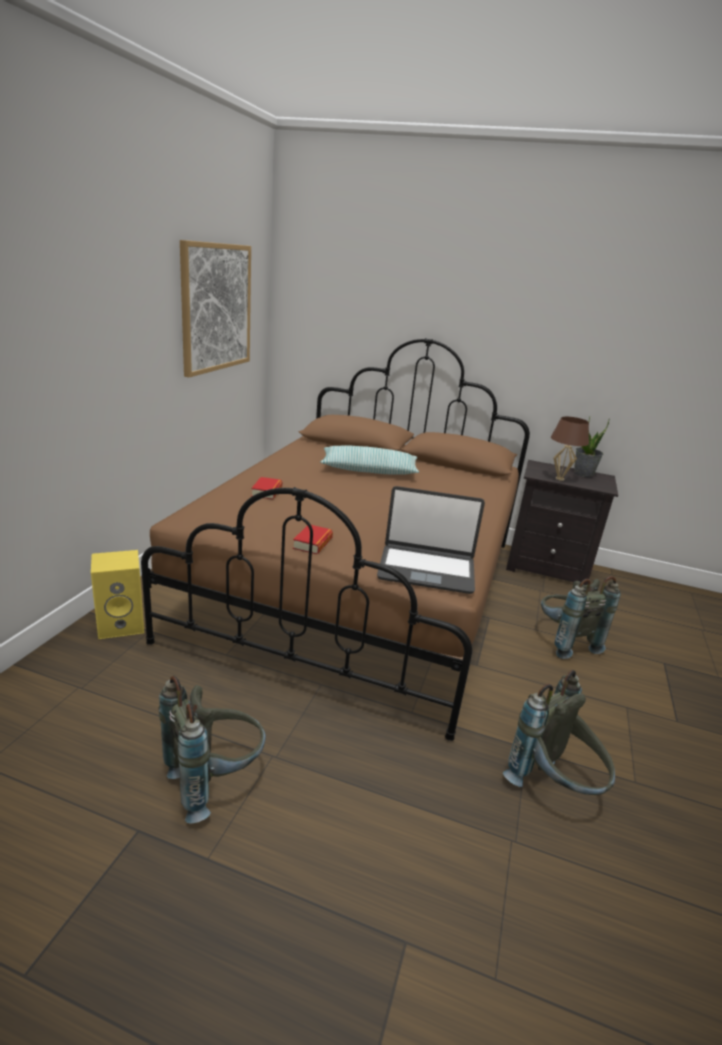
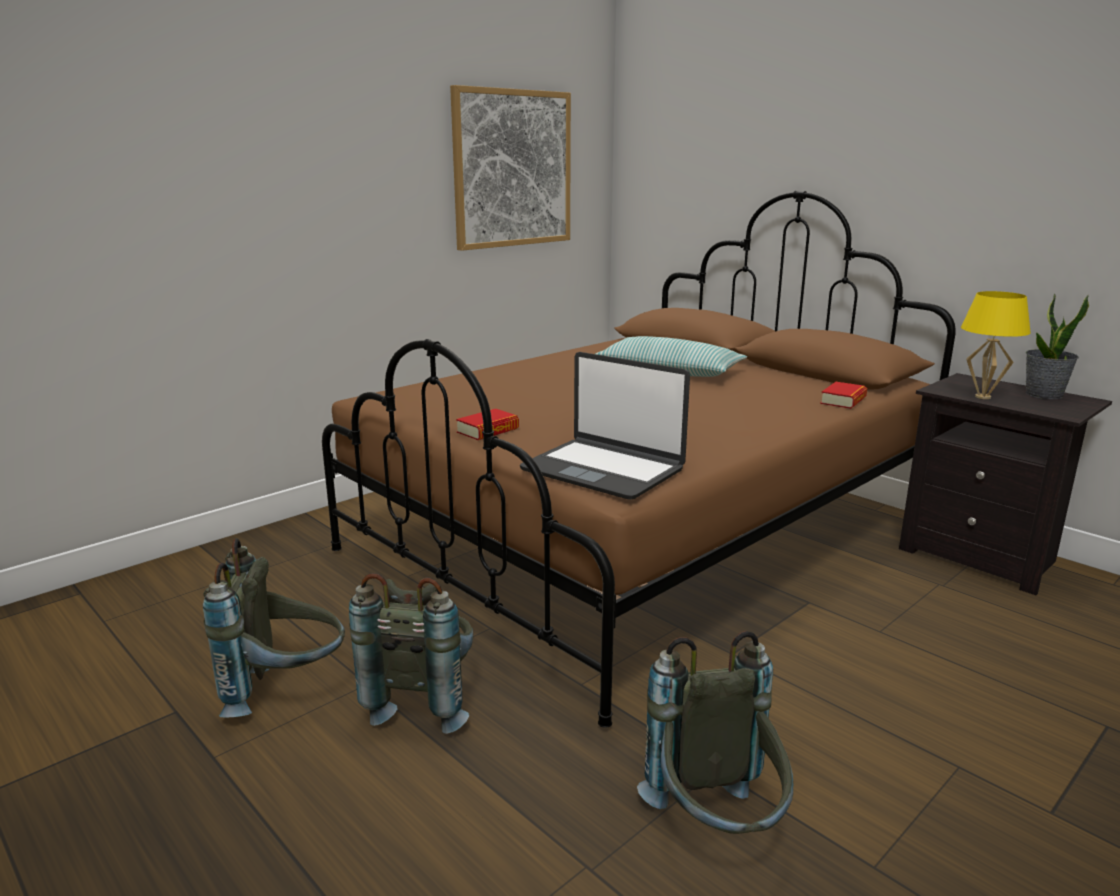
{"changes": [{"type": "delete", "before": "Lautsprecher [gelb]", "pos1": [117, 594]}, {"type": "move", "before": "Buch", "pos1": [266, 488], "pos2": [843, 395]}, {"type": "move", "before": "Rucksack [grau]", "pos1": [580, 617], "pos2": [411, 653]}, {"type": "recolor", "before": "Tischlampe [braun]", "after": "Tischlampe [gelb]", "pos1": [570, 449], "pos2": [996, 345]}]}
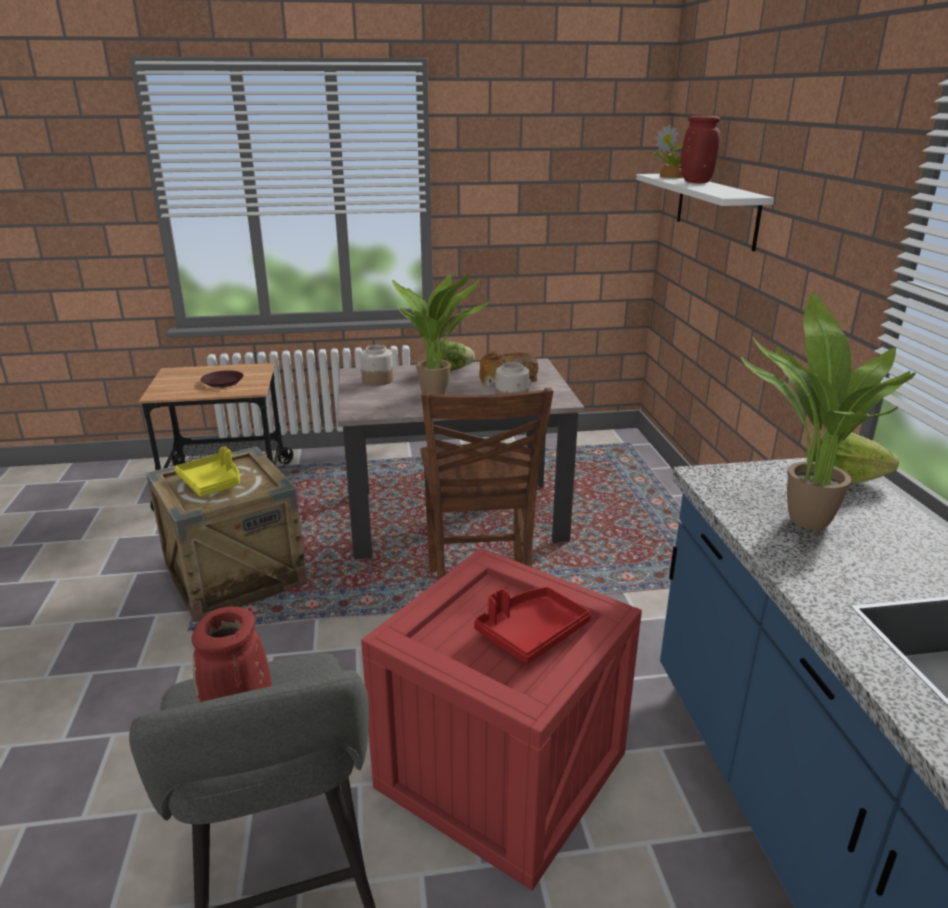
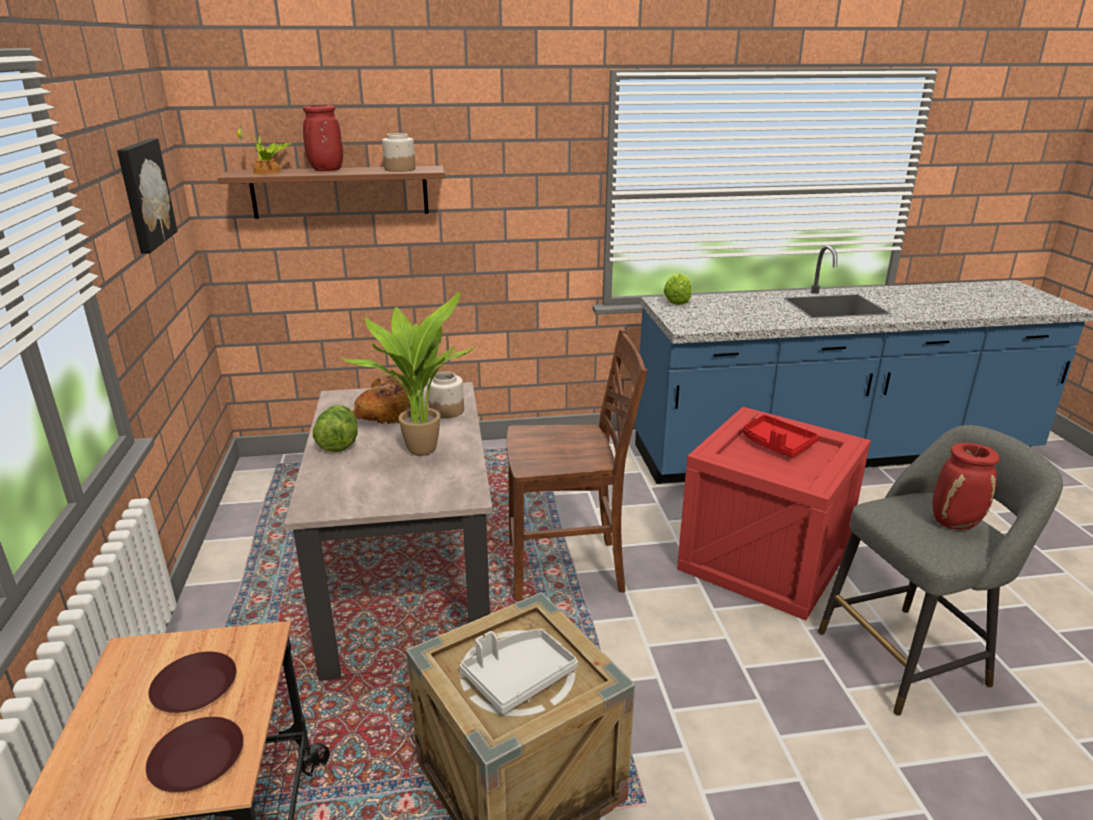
{"changes": [{"type": "delete", "before": "Topfpflanze", "pos1": [828, 411]}, {"type": "insert", "after": "Bild", "pos2": [147, 196]}, {"type": "insert", "after": "Teller [braun]", "pos2": [194, 754]}, {"type": "move", "before": "Vorratsglas", "pos1": [376, 365], "pos2": [399, 152]}, {"type": "recolor", "before": "Tablett [gelb]", "after": "Tablett [grau]", "pos1": [207, 471], "pos2": [519, 671]}, {"type": "recolor", "before": "Wandregal [weiß]", "after": "Wandregal [braun]", "pos1": [705, 213], "pos2": [331, 192]}]}
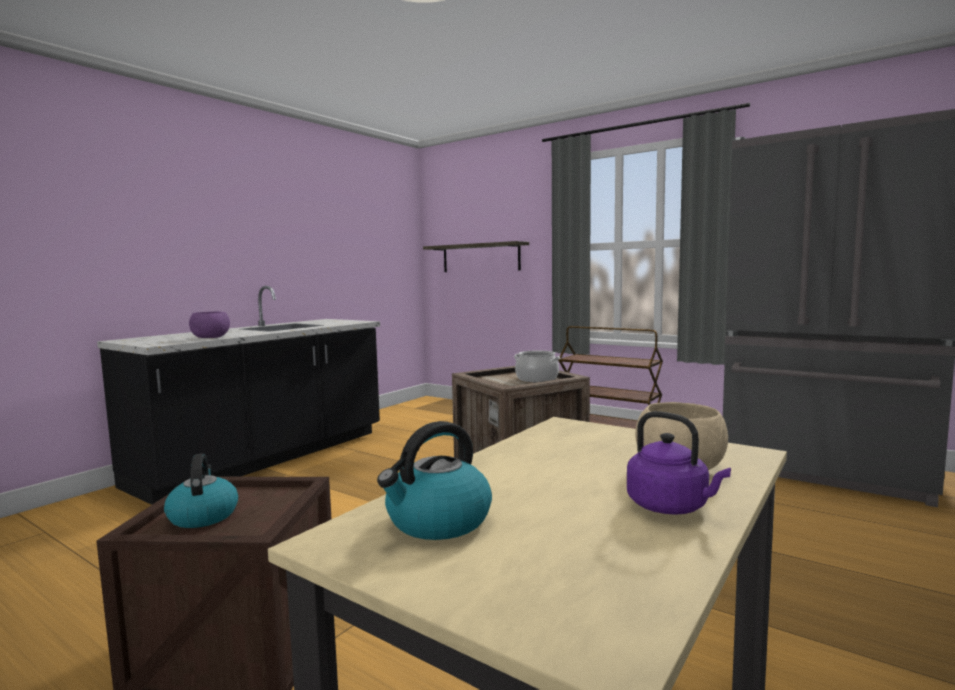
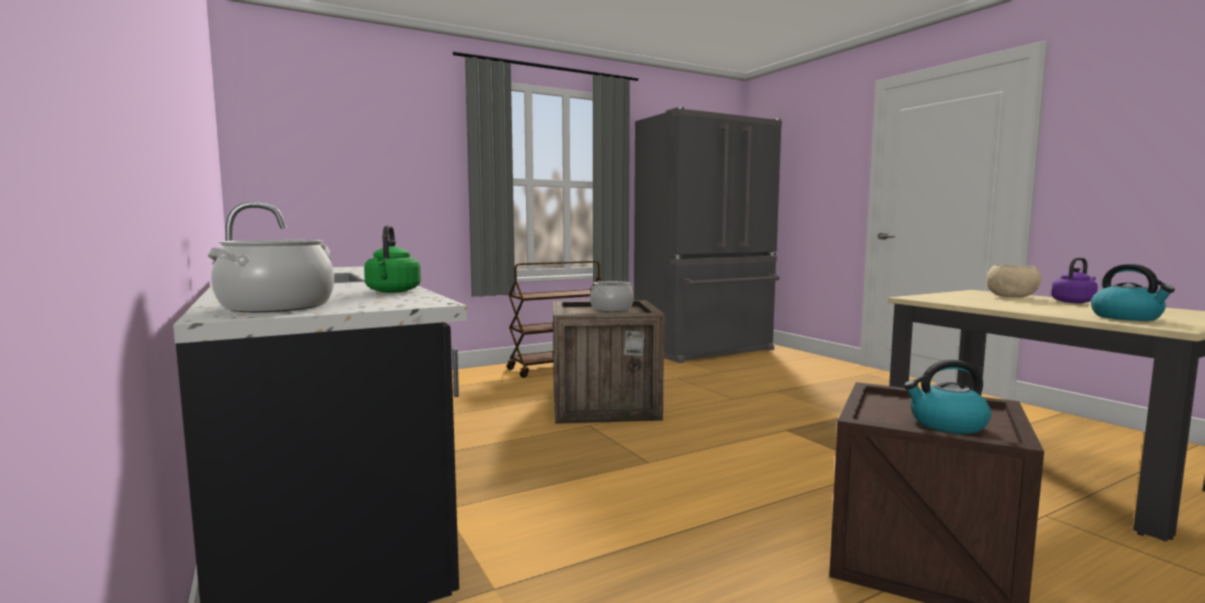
{"changes": [{"type": "delete", "before": "Wandregal", "pos1": [476, 256]}, {"type": "insert", "after": "Kochtopf", "pos2": [270, 276]}, {"type": "replace", "before": "Schüssel [lila]", "after": "Wasserkessel [grün]", "pos1": [209, 325], "pos2": [392, 259]}]}
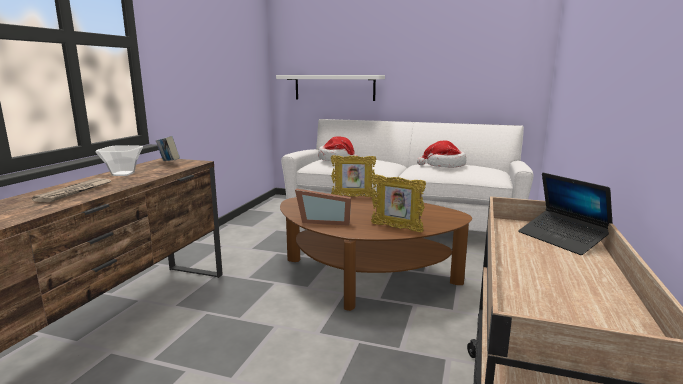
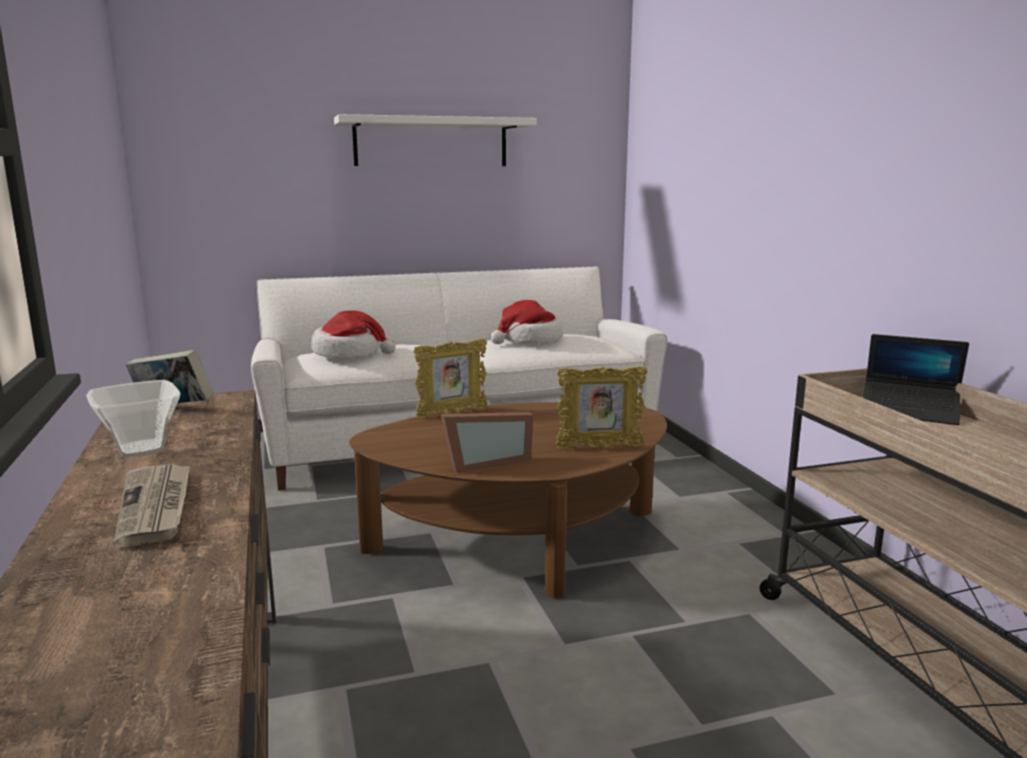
{"changes": [{"type": "move", "before": "Wandregal [weiß]", "pos1": [330, 88], "pos2": [435, 140]}]}
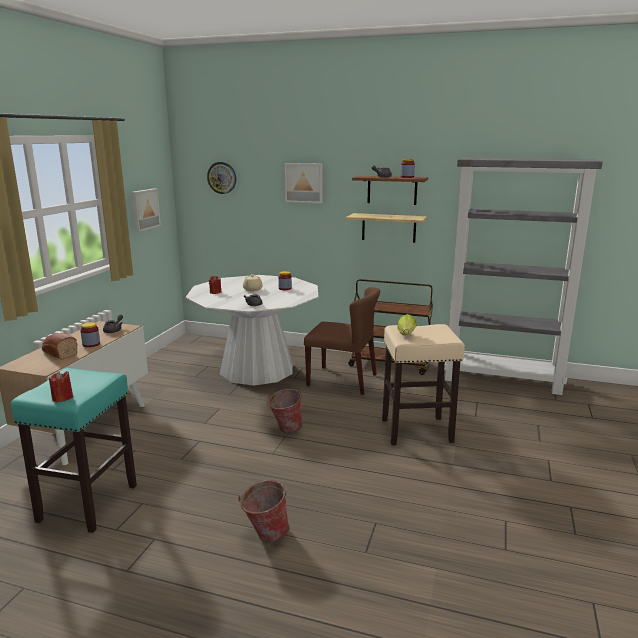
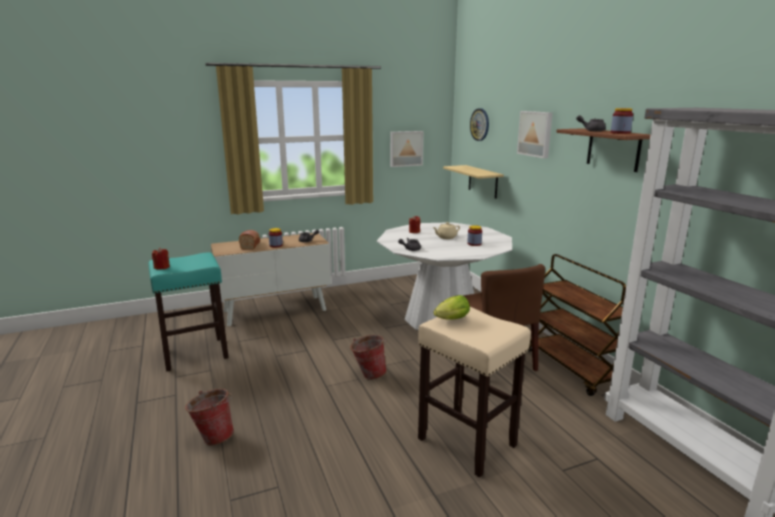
{"changes": [{"type": "move", "before": "Wandregal", "pos1": [386, 228], "pos2": [473, 182]}]}
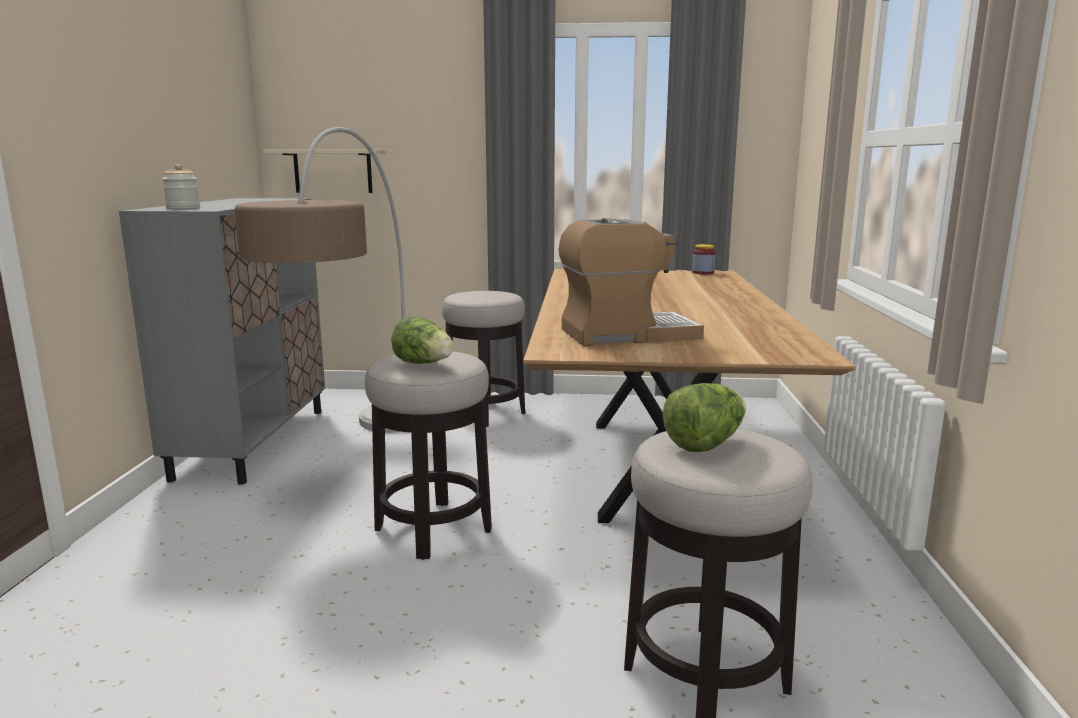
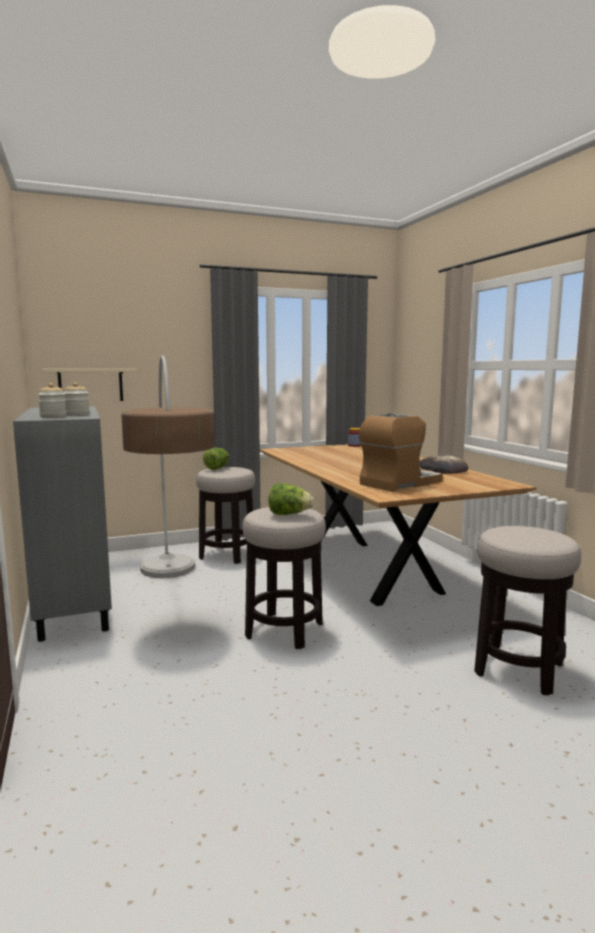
{"changes": [{"type": "insert", "after": "Vorratsglas", "pos2": [77, 398]}, {"type": "insert", "after": "Brot", "pos2": [443, 464]}, {"type": "move", "before": "Salatkopf", "pos1": [704, 417], "pos2": [216, 459]}]}
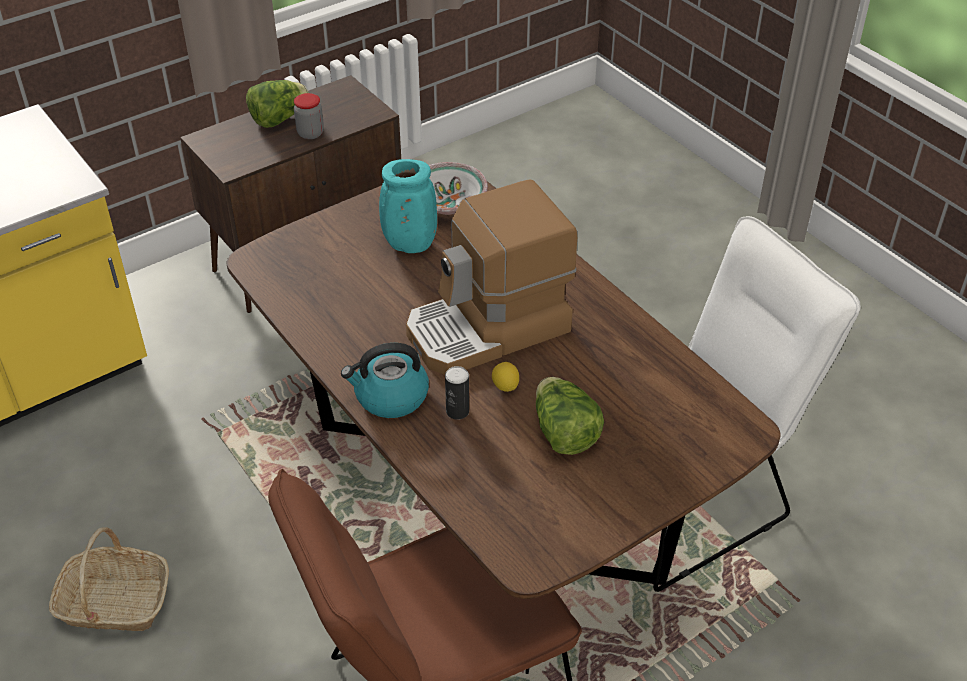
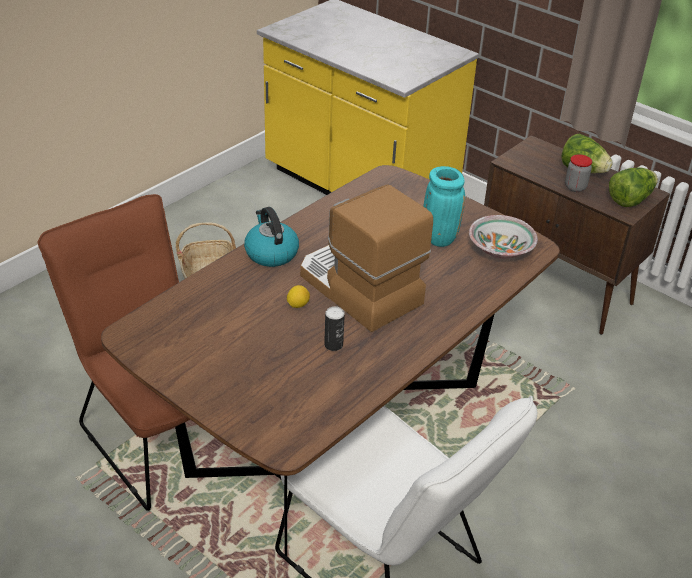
{"changes": [{"type": "move", "before": "Dose", "pos1": [457, 393], "pos2": [334, 328]}, {"type": "move", "before": "Salatkopf", "pos1": [570, 416], "pos2": [633, 187]}]}
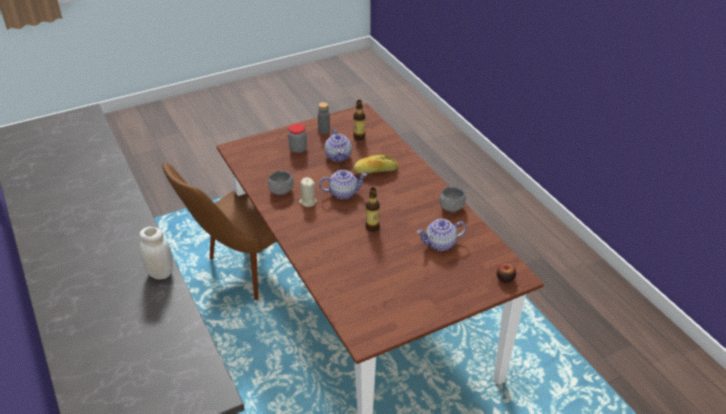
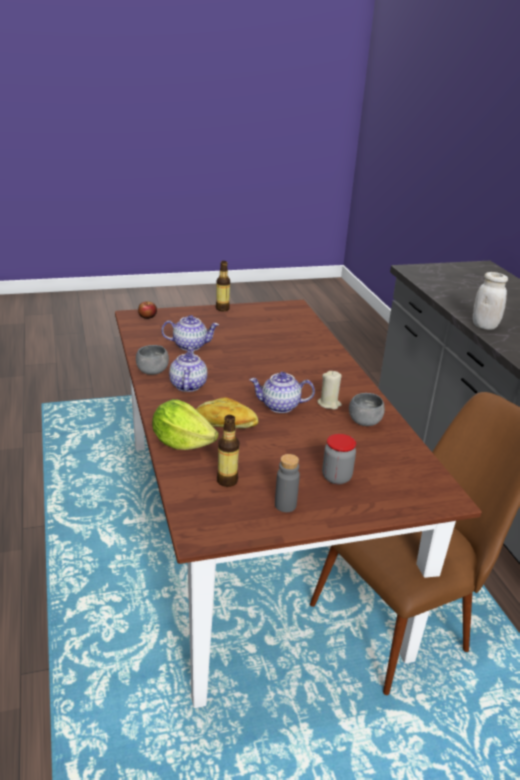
{"changes": [{"type": "insert", "after": "Salatkopf", "pos2": [185, 424]}, {"type": "move", "before": "Teekanne", "pos1": [338, 145], "pos2": [188, 370]}, {"type": "move", "before": "Flasche", "pos1": [373, 209], "pos2": [223, 286]}]}
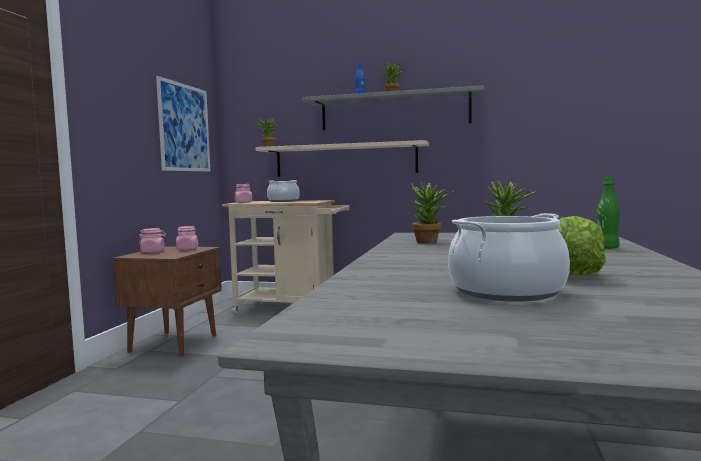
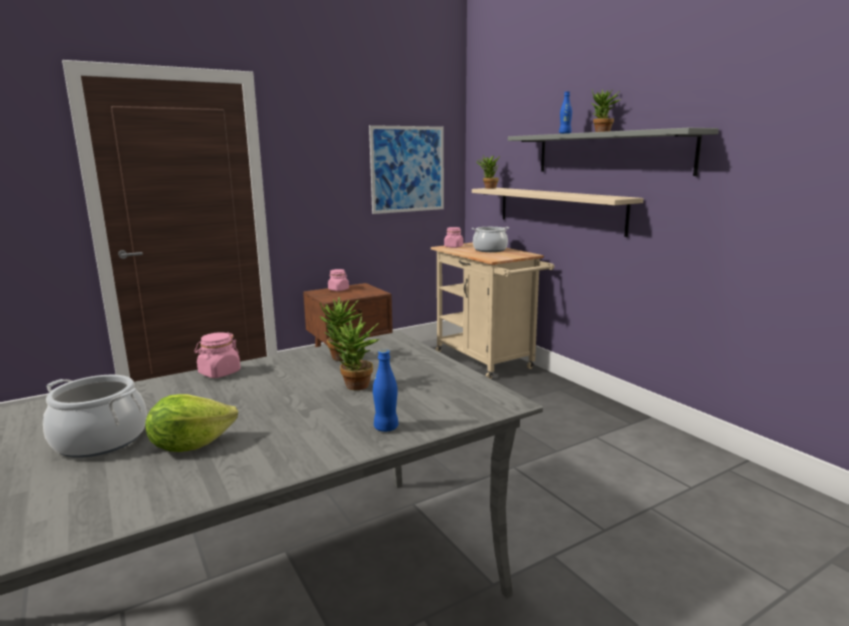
{"changes": [{"type": "move", "before": "Vorratsglas [rosa]", "pos1": [187, 238], "pos2": [218, 355]}, {"type": "recolor", "before": "Flasche [grün]", "after": "Flasche [blau]", "pos1": [608, 213], "pos2": [385, 390]}]}
